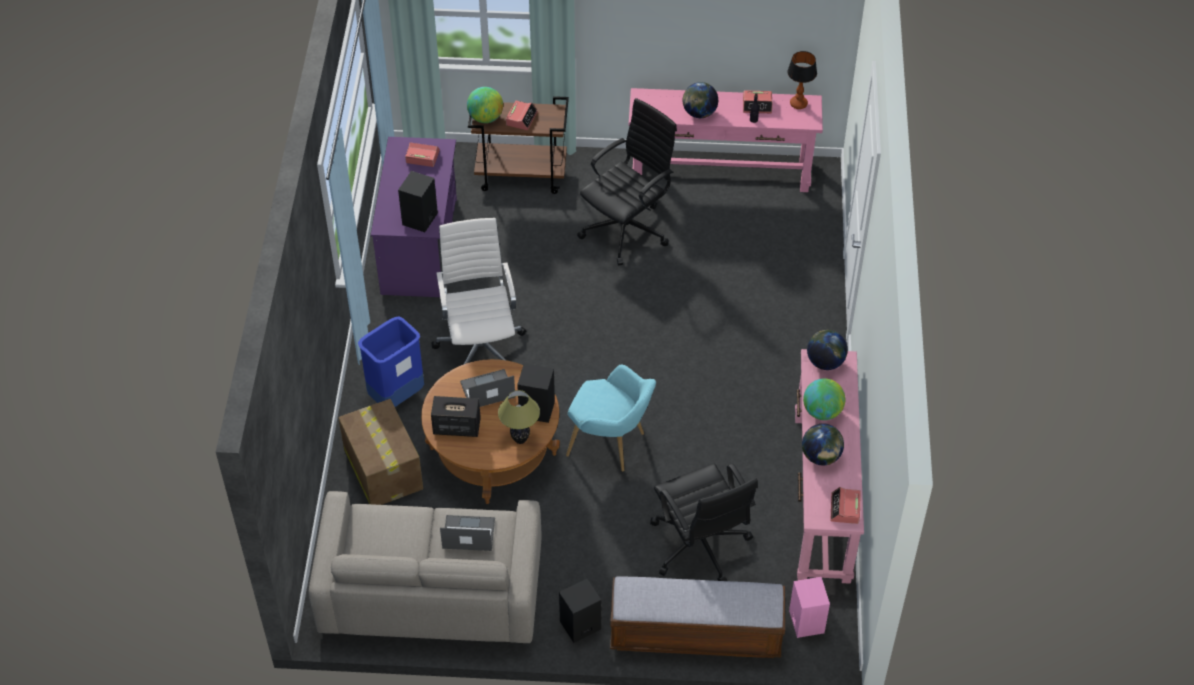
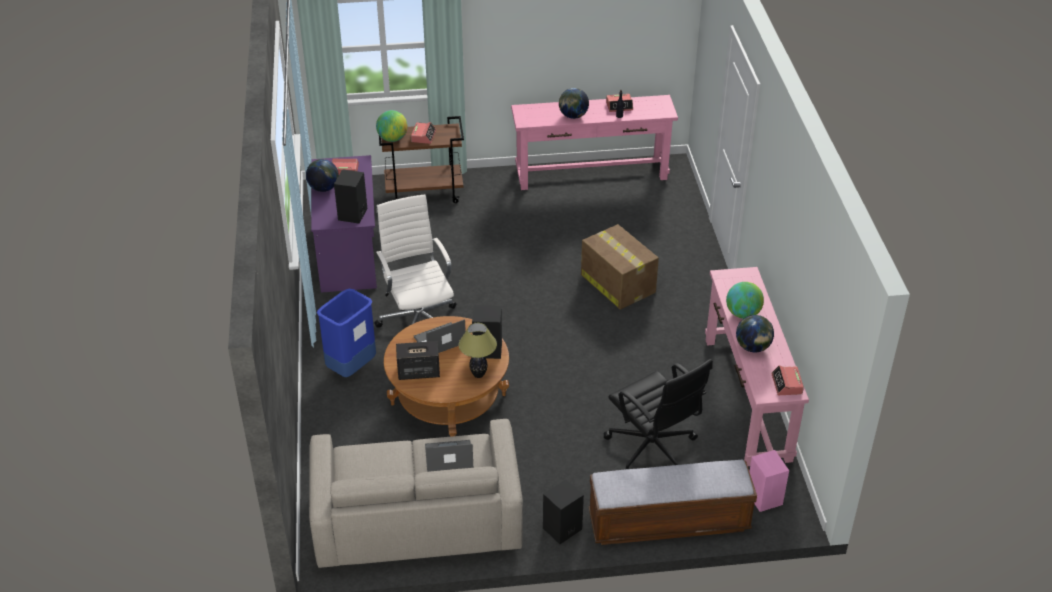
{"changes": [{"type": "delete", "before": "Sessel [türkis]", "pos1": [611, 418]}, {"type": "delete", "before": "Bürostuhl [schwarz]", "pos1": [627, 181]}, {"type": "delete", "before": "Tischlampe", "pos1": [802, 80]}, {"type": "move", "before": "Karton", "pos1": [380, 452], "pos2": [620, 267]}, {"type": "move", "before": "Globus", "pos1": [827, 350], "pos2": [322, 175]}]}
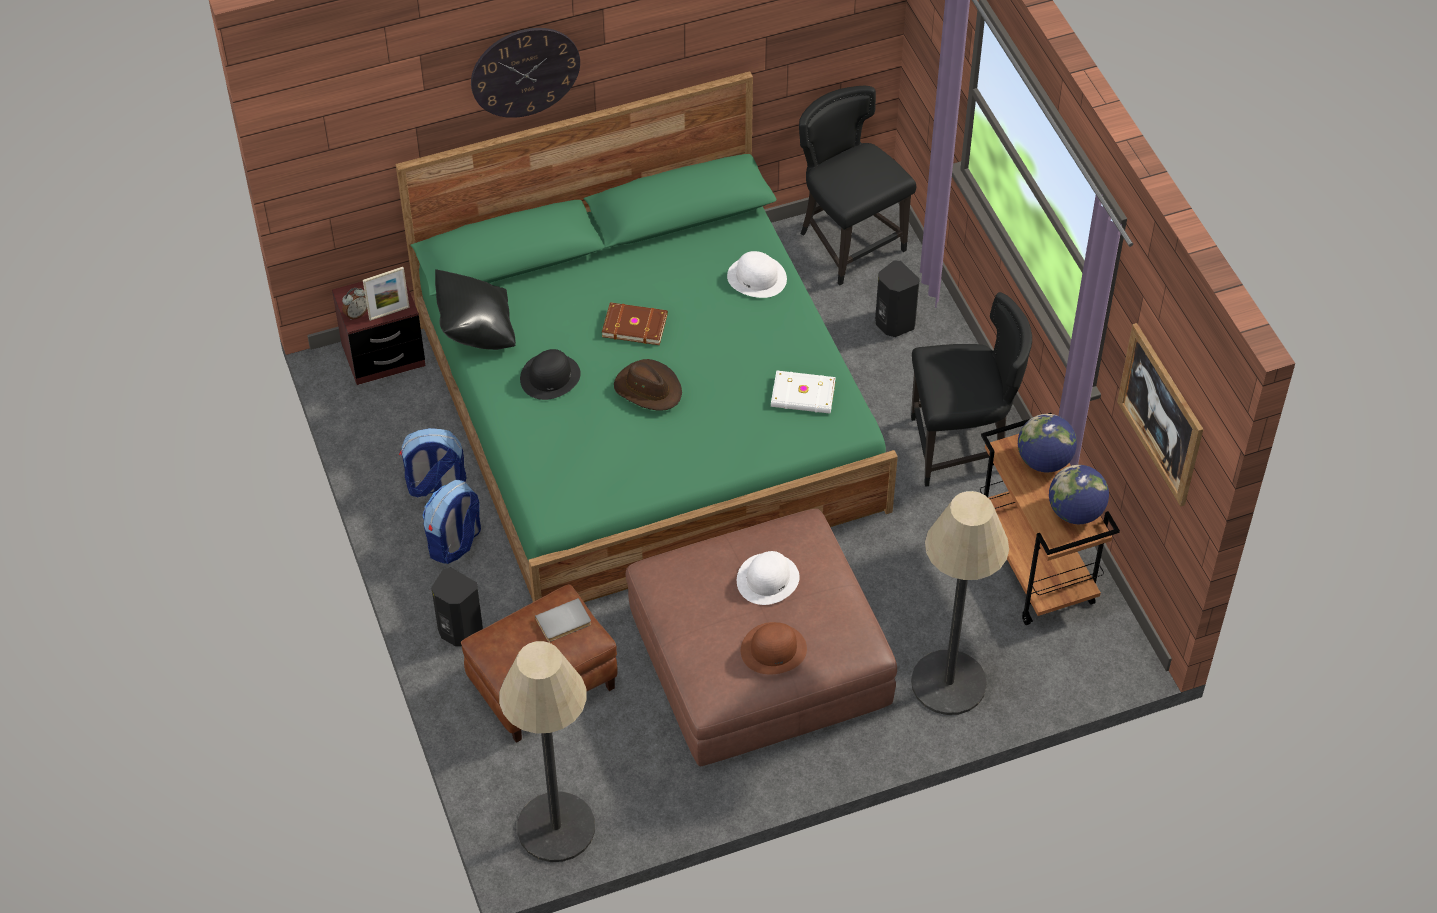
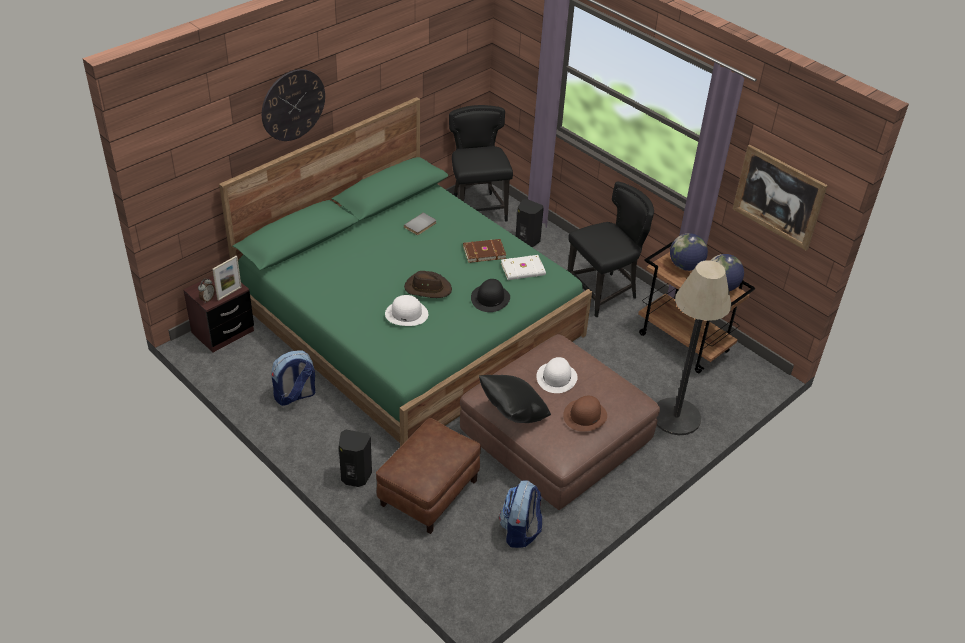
{"changes": [{"type": "delete", "before": "Stehlampe", "pos1": [547, 751]}, {"type": "move", "before": "Rucksack", "pos1": [451, 522], "pos2": [520, 514]}, {"type": "move", "before": "Kissen [schwarz]", "pos1": [475, 309], "pos2": [515, 399]}, {"type": "move", "before": "Hut [schwarz]", "pos1": [550, 374], "pos2": [490, 295]}, {"type": "move", "before": "Buch [grau]", "pos1": [563, 620], "pos2": [420, 224]}, {"type": "move", "before": "Buch [braun]", "pos1": [635, 323], "pos2": [484, 251]}, {"type": "move", "before": "Hut [weiß]", "pos1": [757, 274], "pos2": [406, 310]}, {"type": "rotate", "before": "Stuhl [schwarz]", "pos1": [857, 186], "pos2": [481, 163], "turn": 45}]}
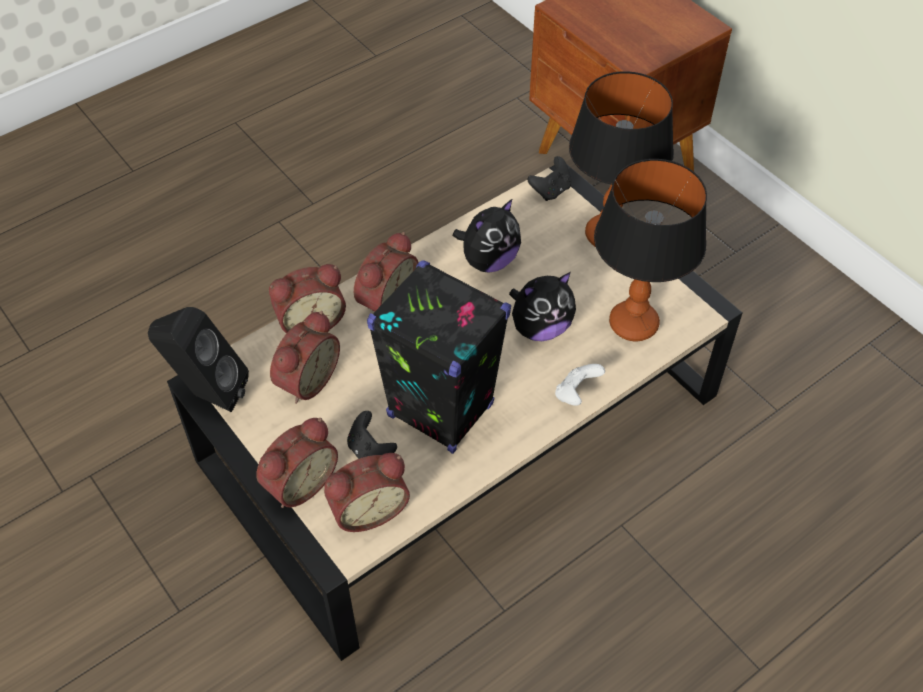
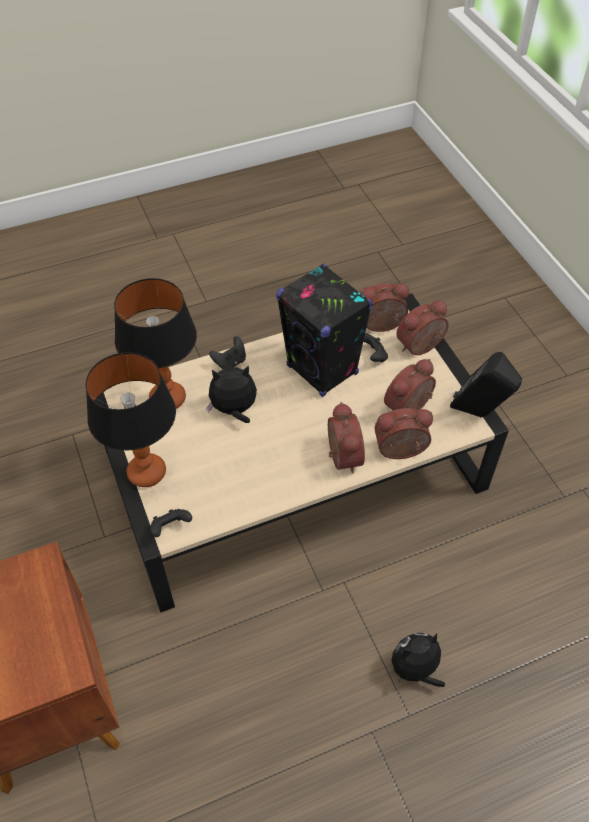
{"changes": [{"type": "move", "before": "Plüschtier", "pos1": [487, 235], "pos2": [418, 660]}, {"type": "recolor", "before": "Gamepad [weiß]", "after": "Gamepad [schwarz]", "pos1": [580, 385], "pos2": [227, 352]}, {"type": "rotate", "before": "Wecker", "pos1": [386, 271], "pos2": [346, 437], "turn": 120}]}
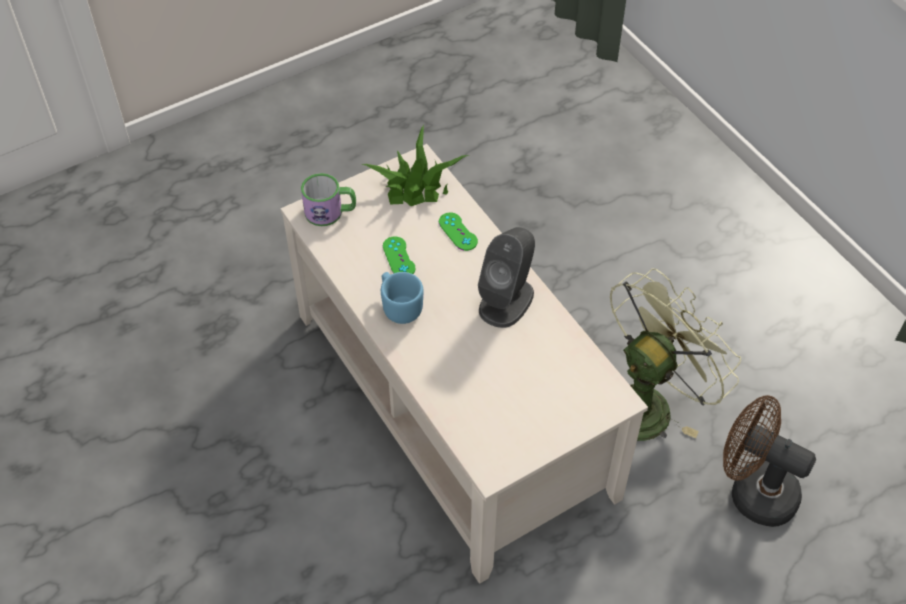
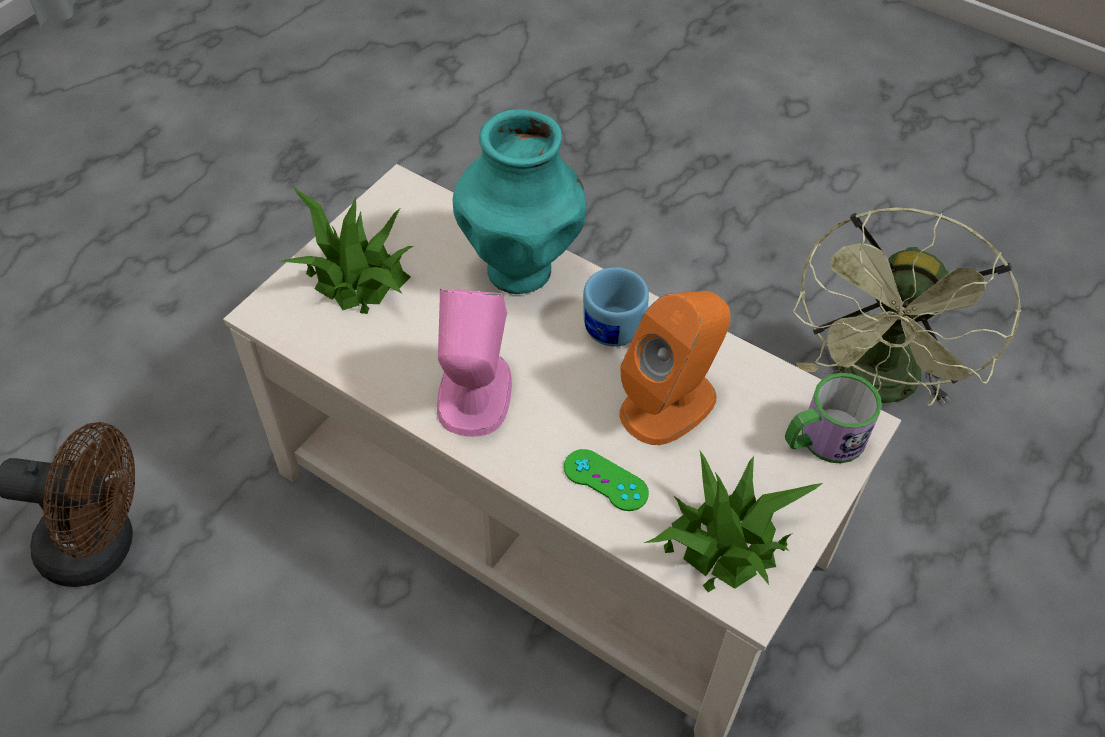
{"changes": [{"type": "insert", "after": "Topfpflanze", "pos2": [346, 249]}, {"type": "insert", "after": "Vase [türkis]", "pos2": [520, 201]}, {"type": "move", "before": "Ventilator [grün]", "pos1": [675, 354], "pos2": [907, 307]}, {"type": "replace", "before": "Gamepad [grün]", "after": "Lautsprecher [orange]", "pos1": [399, 255], "pos2": [674, 368]}, {"type": "recolor", "before": "Lautsprecher [grau]", "after": "Lautsprecher [rosa]", "pos1": [506, 277], "pos2": [474, 362]}]}
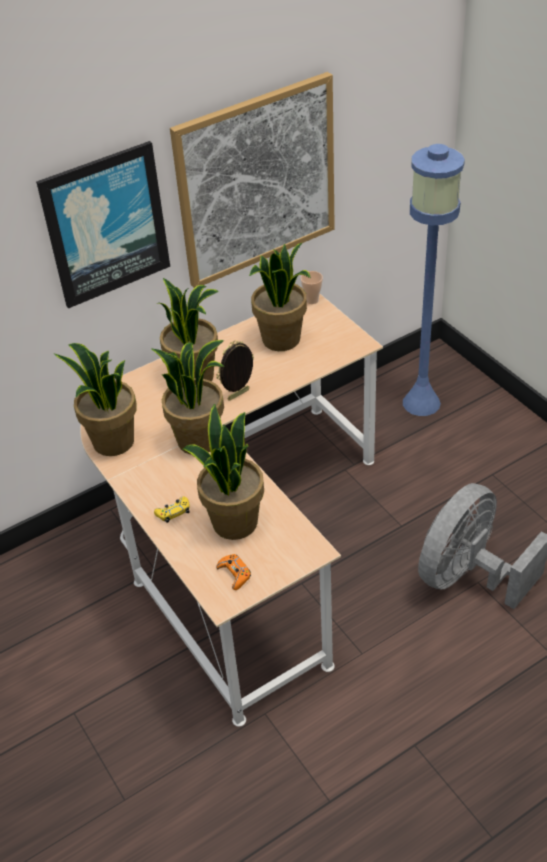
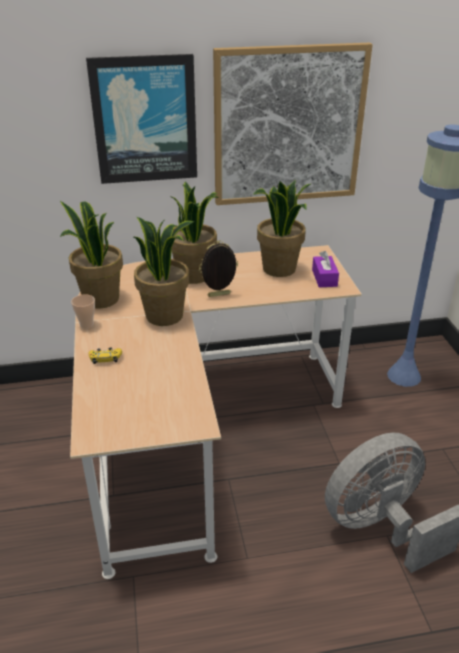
{"changes": [{"type": "delete", "before": "Topfpflanze", "pos1": [223, 472]}, {"type": "delete", "before": "Gamepad [orange]", "pos1": [233, 572]}, {"type": "insert", "after": "Taschentuchbox [lila]", "pos2": [325, 269]}, {"type": "move", "before": "Tasse", "pos1": [311, 287], "pos2": [83, 311]}]}
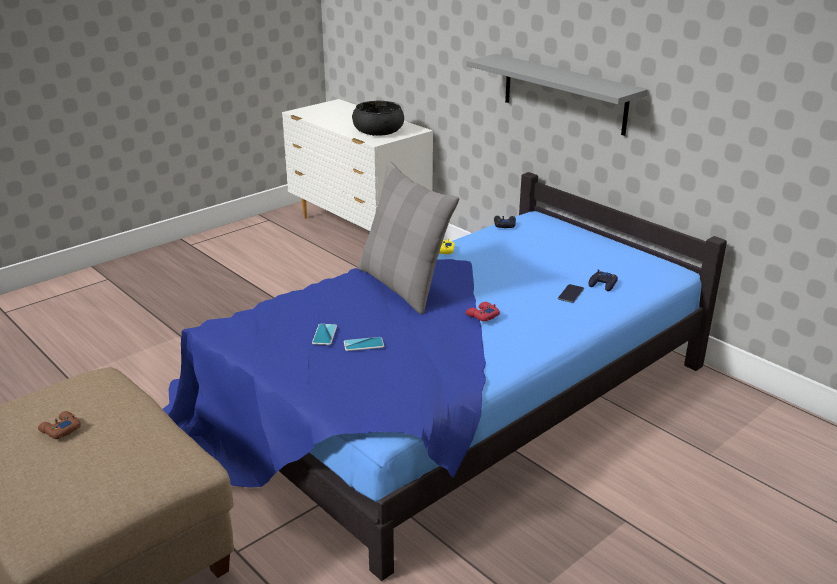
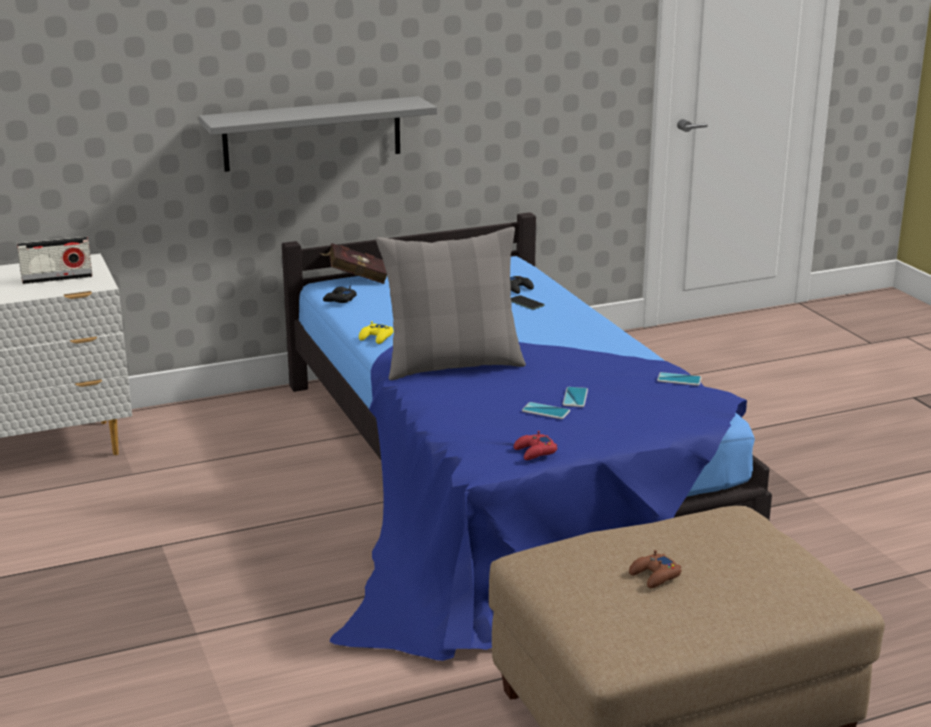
{"changes": [{"type": "insert", "after": "Buch [rot]", "pos2": [353, 263]}, {"type": "insert", "after": "Handy", "pos2": [679, 379]}, {"type": "move", "before": "Gamepad [rot]", "pos1": [483, 312], "pos2": [536, 445]}, {"type": "replace", "before": "Schüssel [schwarz]", "after": "Radio", "pos1": [378, 118], "pos2": [55, 260]}]}
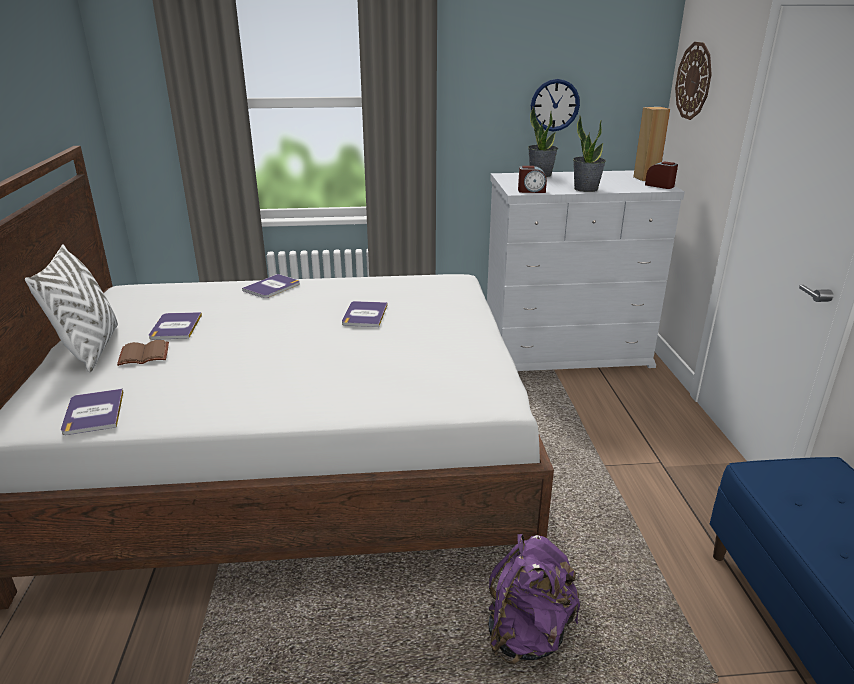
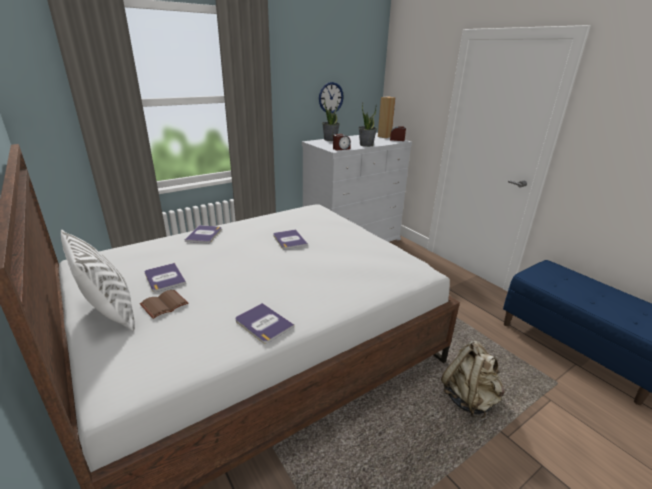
{"changes": [{"type": "delete", "before": "Wanduhr", "pos1": [693, 81]}, {"type": "move", "before": "Buch", "pos1": [92, 411], "pos2": [265, 323]}, {"type": "recolor", "before": "Rucksack [lila]", "after": "Rucksack [beige]", "pos1": [534, 599], "pos2": [473, 379]}]}
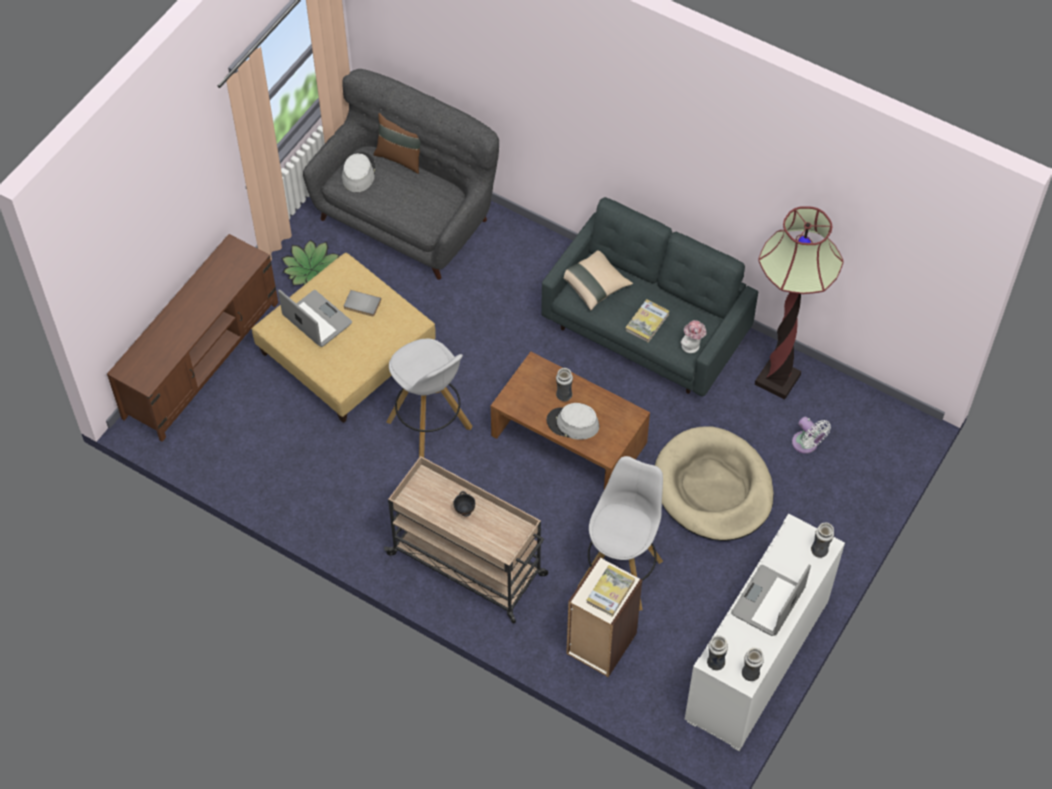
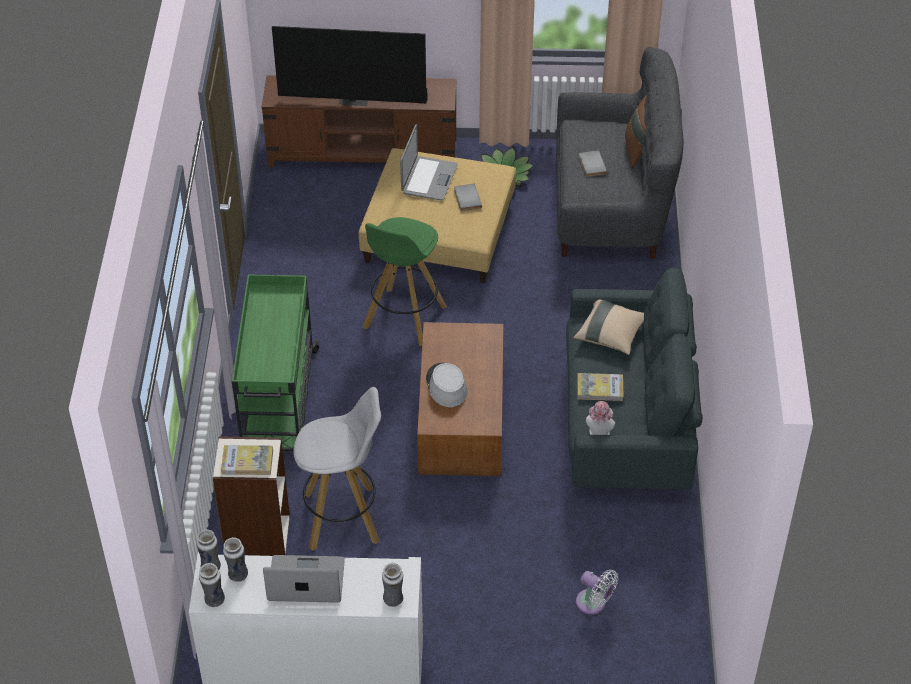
{"changes": [{"type": "delete", "before": "Hut [grau]", "pos1": [358, 172]}, {"type": "delete", "before": "Schüssel [schwarz]", "pos1": [464, 504]}, {"type": "delete", "before": "Hundebett [beige]", "pos1": [714, 483]}, {"type": "delete", "before": "Stehlampe", "pos1": [799, 302]}, {"type": "insert", "after": "Fernseher", "pos2": [349, 66]}, {"type": "insert", "after": "Buch [grau]", "pos2": [593, 163]}, {"type": "move", "before": "Vase", "pos1": [564, 384], "pos2": [235, 559]}, {"type": "recolor", "before": "Rollwagen [beige]", "after": "Rollwagen [grün]", "pos1": [466, 540], "pos2": [276, 363]}, {"type": "recolor", "before": "Hocker [weiß]", "after": "Hocker [grün]", "pos1": [429, 397], "pos2": [405, 281]}, {"type": "rotate", "before": "Ventilator [weiß]", "pos1": [811, 435], "pos2": [597, 592], "turn": -75}]}
